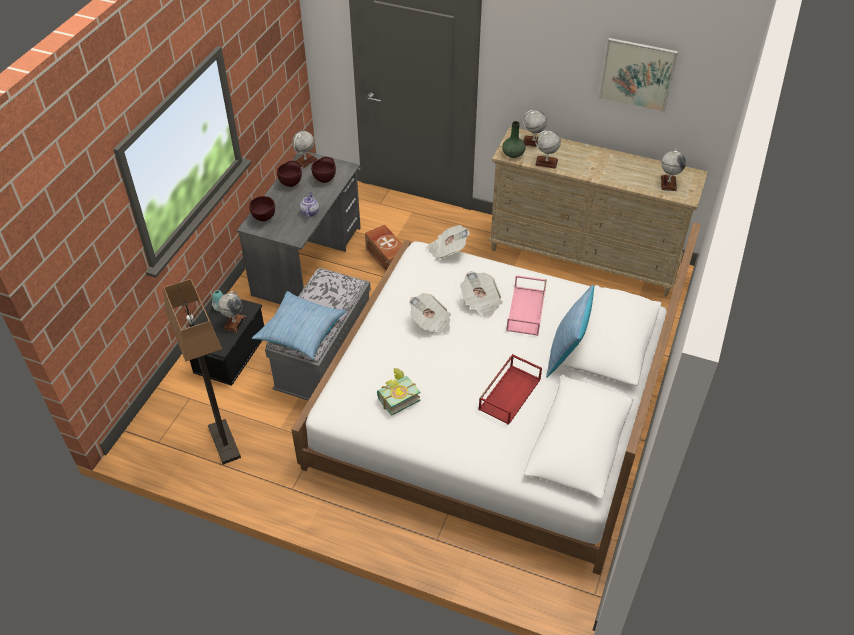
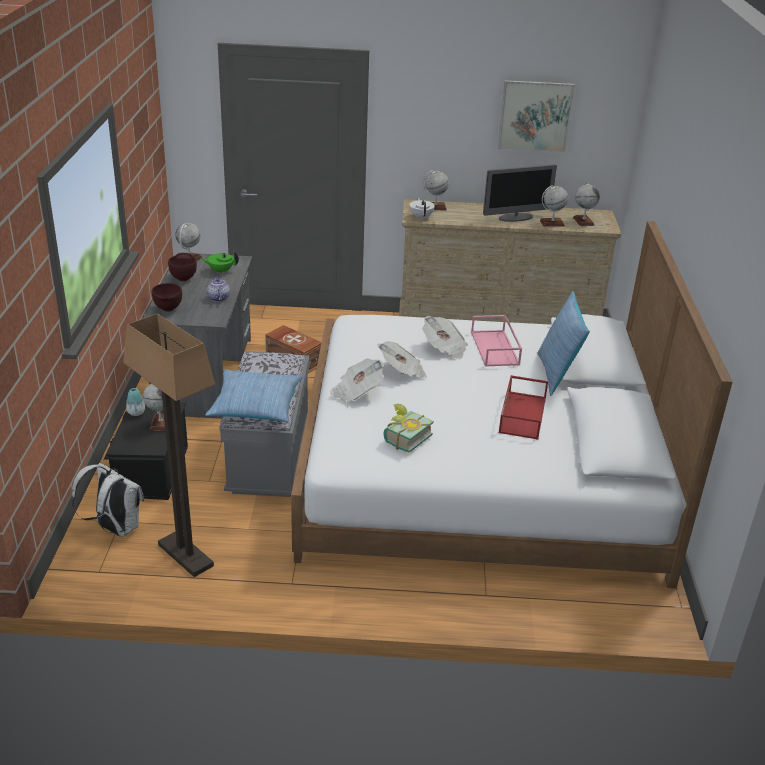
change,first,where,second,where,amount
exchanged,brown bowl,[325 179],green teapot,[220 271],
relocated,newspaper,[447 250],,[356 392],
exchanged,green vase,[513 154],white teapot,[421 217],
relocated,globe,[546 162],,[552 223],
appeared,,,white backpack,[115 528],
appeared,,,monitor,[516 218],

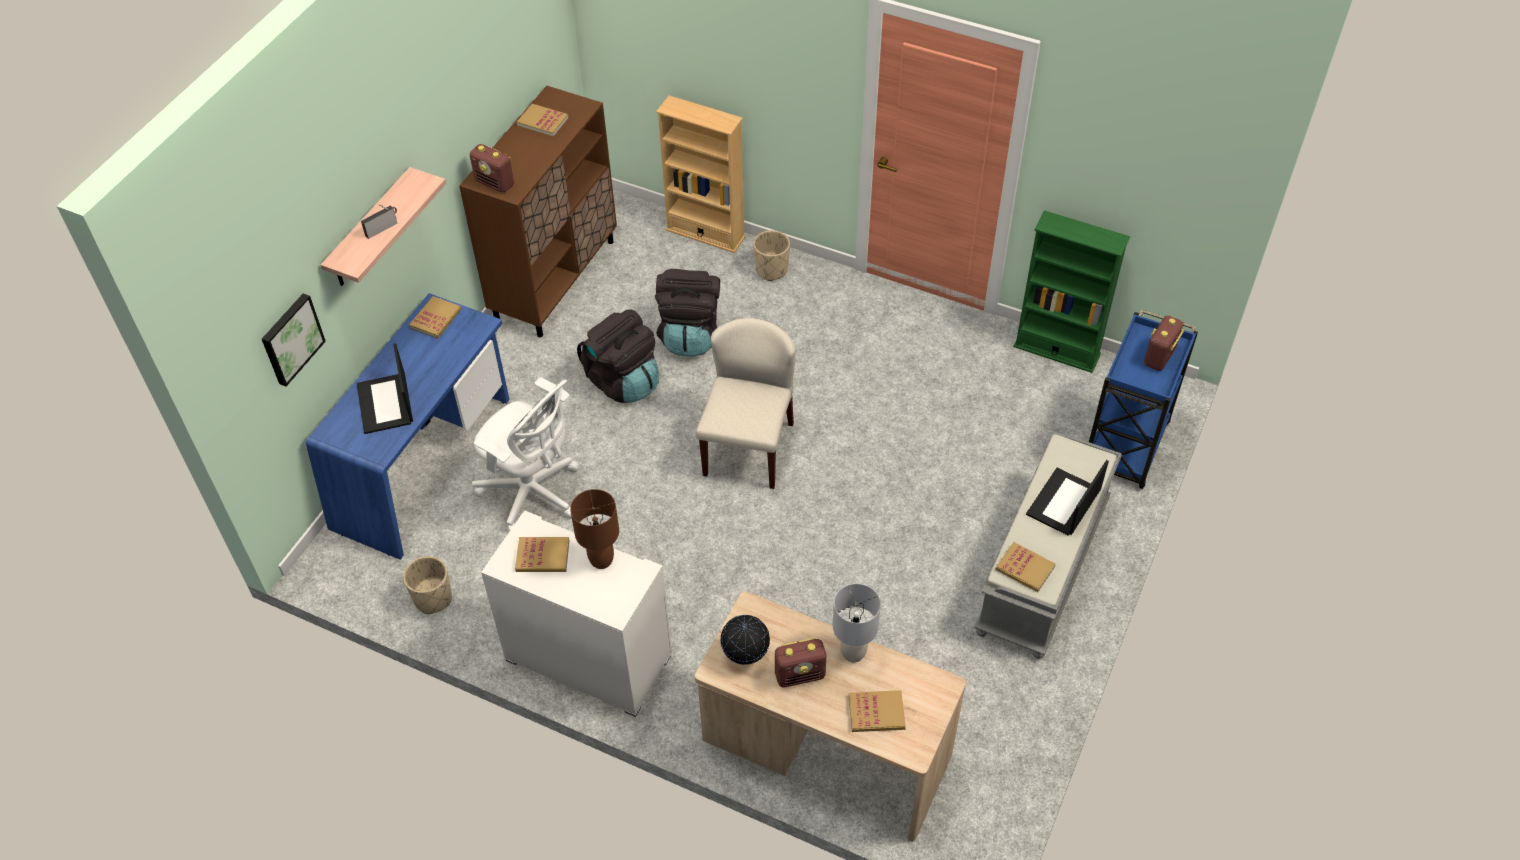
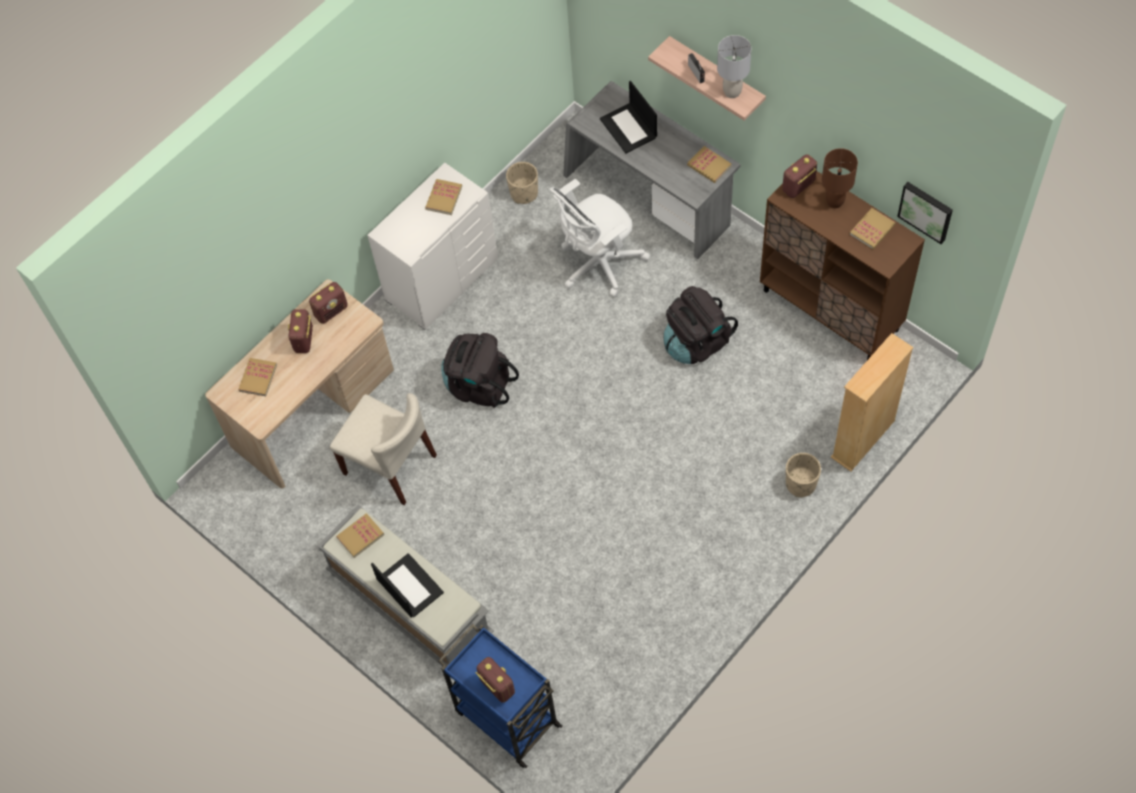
change,first,where,second,where,amount
relocated,picture,[291 338],,[926 211],
colour,blue desk,[426 464],grey desk,[649 199],
spun,laptop,[386 404],,[629 128],120 degrees counterclockwise
relocated,brown table lamp,[602 560],,[835 202],
relocated,black backpack,[690 334],,[478 385],
relocated,beige chair,[748 448],,[390 465],
exchanged,globe,[745 655],radio,[331 311],
relocated,grey table lamp,[853 653],,[732 92],
missing,green bookcase,[1057 350],,,

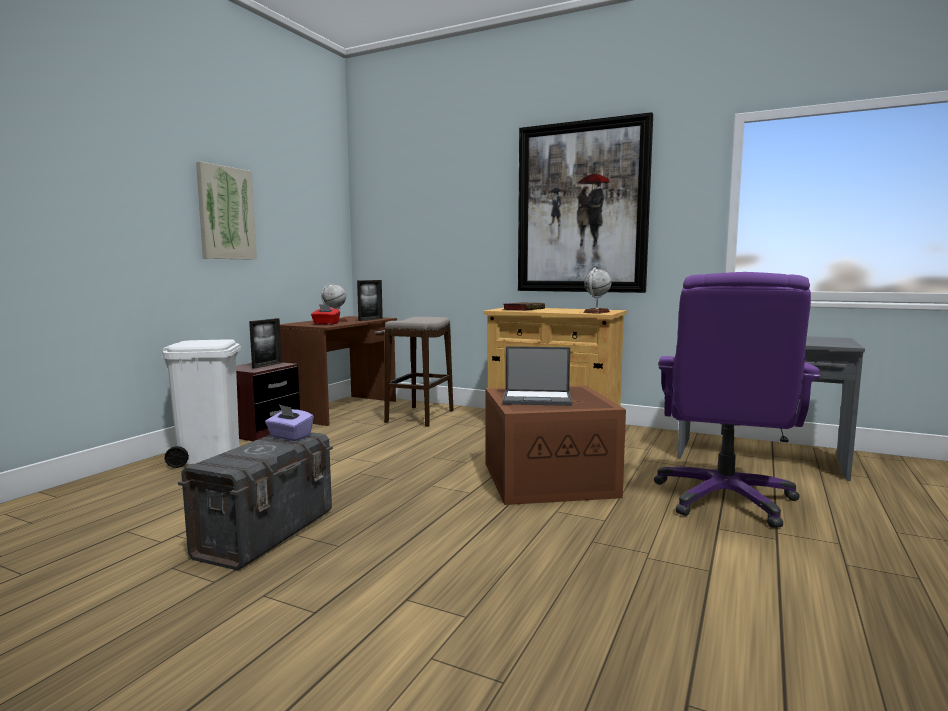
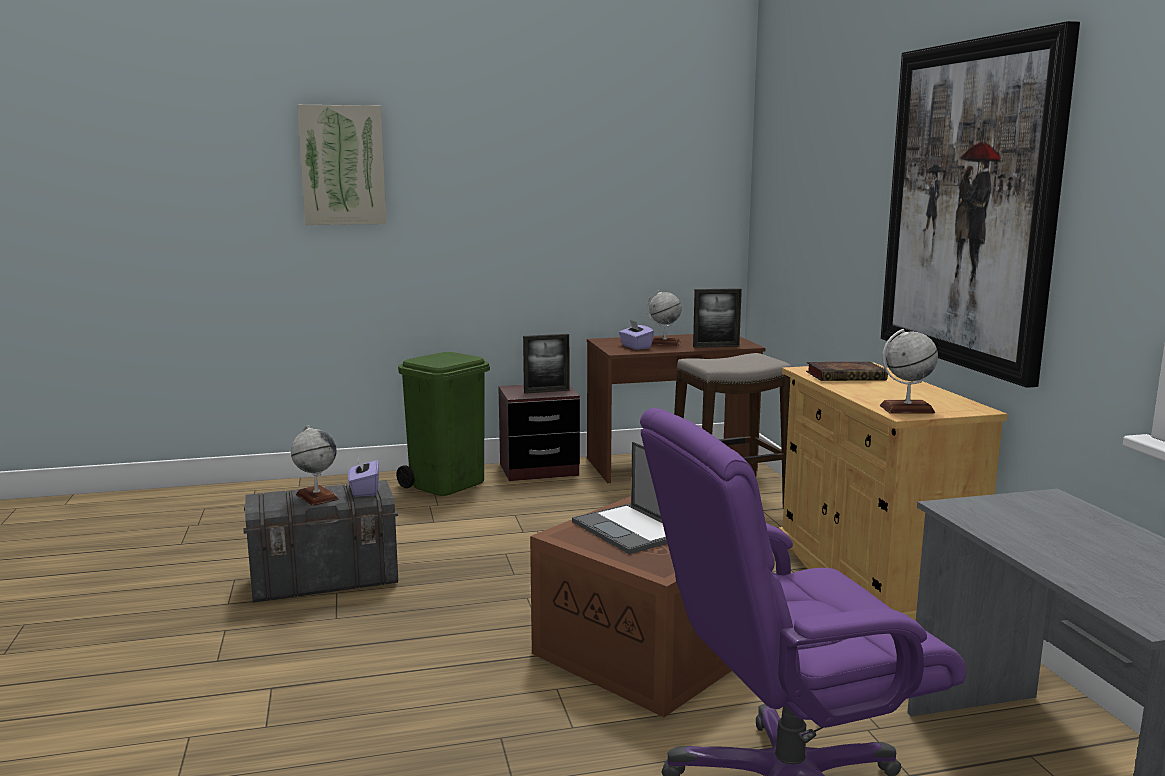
change,first,where,second,where,amount
colour,white trash can,[209 455],green trash can,[447 483],
relocated,picture,[226 213],,[342 165],
colour,red tissue box,[326 324],purple tissue box,[635 347],
appeared,,,globe,[316 497],

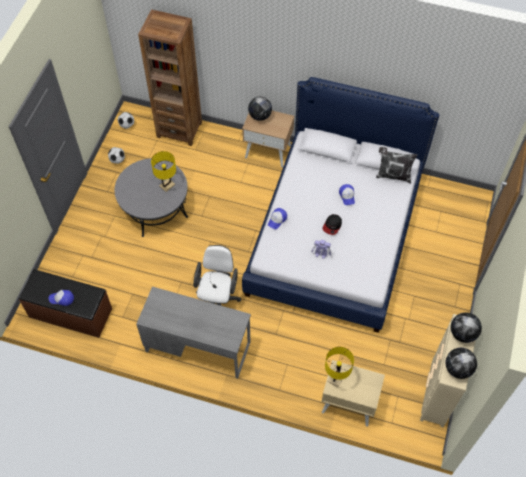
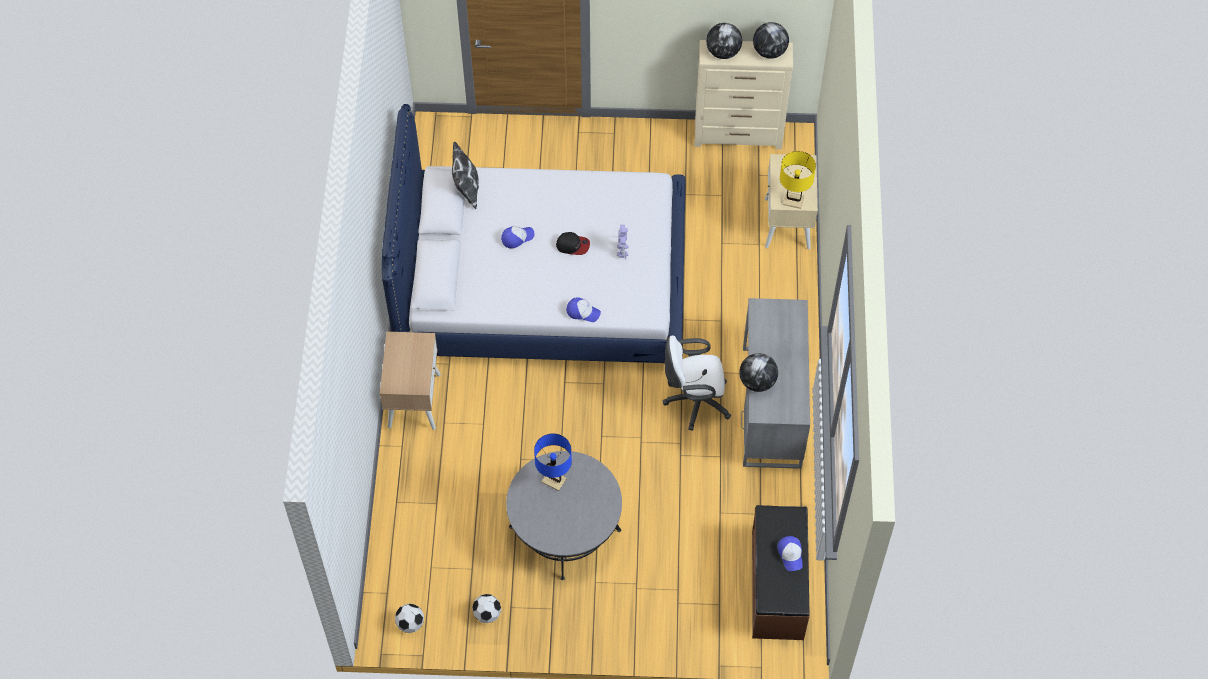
change,first,where,second,where,amount
missing,brown bookcase,[179 129],,,
colour,yellow table lamp,[167 185],blue table lamp,[554 480],
relocated,globe,[260 116],,[757 382],

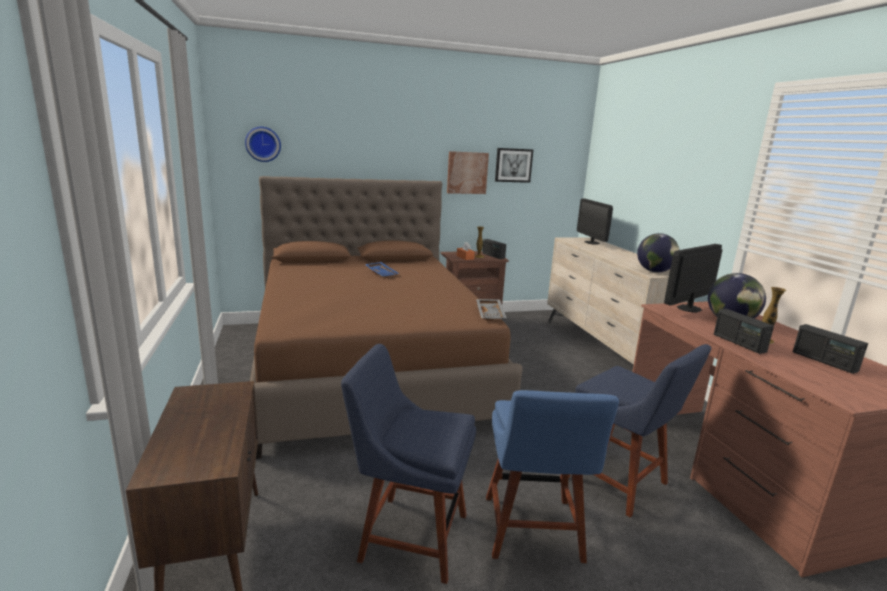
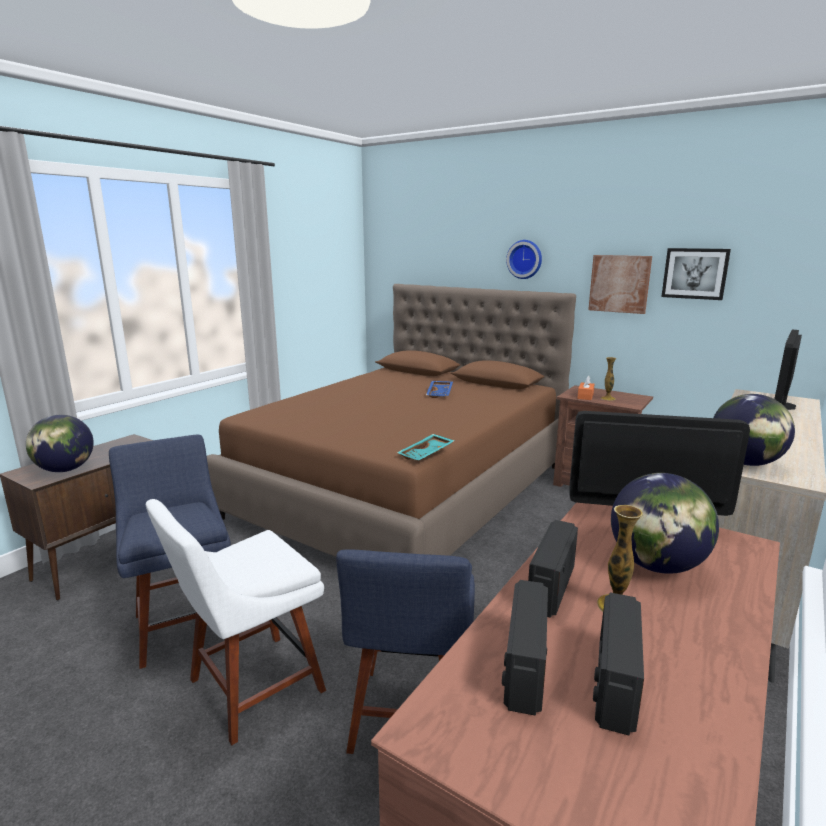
change,first,where,second,where,amount
relocated,wall clock,[263 144],,[525 259],
colour,grey tray,[491 314],turquoise tray,[426 454],
relocated,radio,[493 256],,[524 667],
colour,blue chair,[533 532],white chair,[250 688],
appeared,,,globe,[65 470],

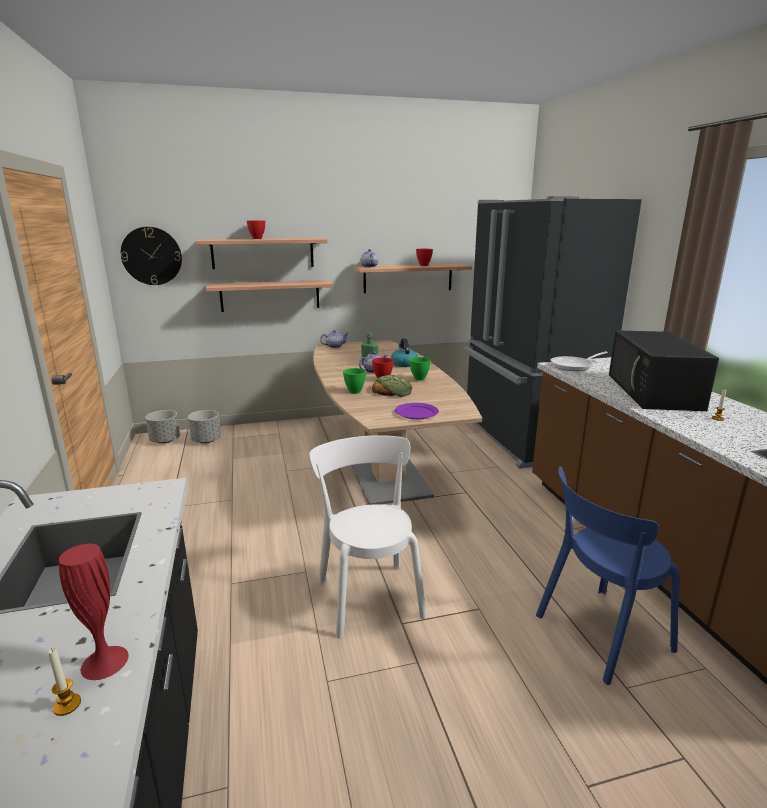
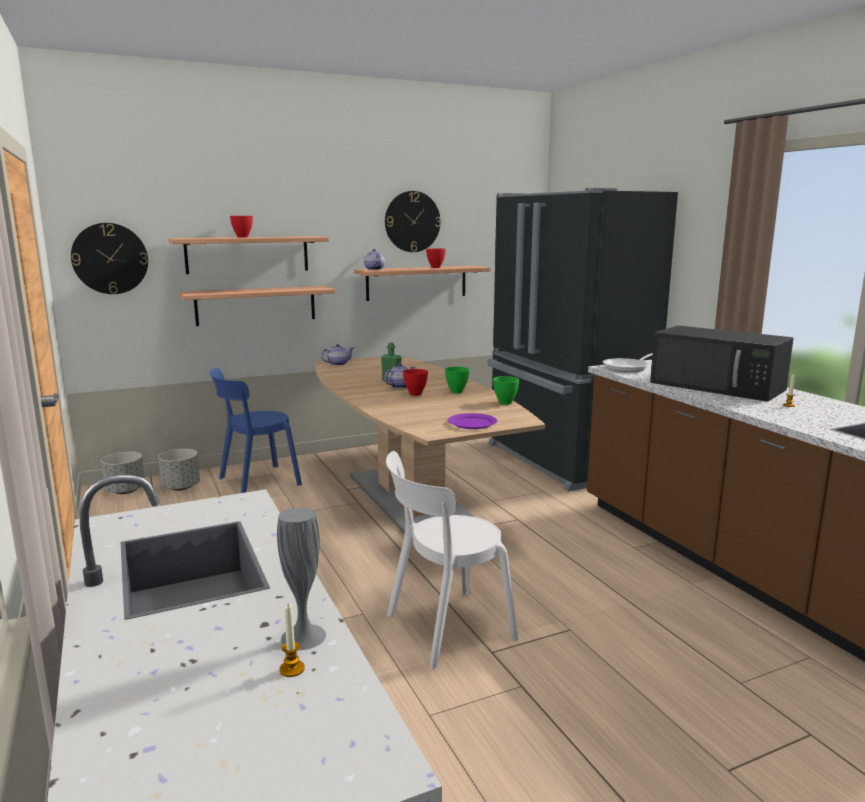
change,first,where,second,where,amount
colour,red vase,[104 662],grey vase,[303 636],
spun,white chair,[369 594],,[444 628],90 degrees counterclockwise
relocated,green bowl,[355 392],,[505 403],
missing,bread,[392 390],,,
missing,kettle,[404 364],,,
relocated,blue chair,[598 634],,[255 482],
spun,black microwave,[654 391],,[719 386],45 degrees counterclockwise
appeared,,,wall clock,[412 221],

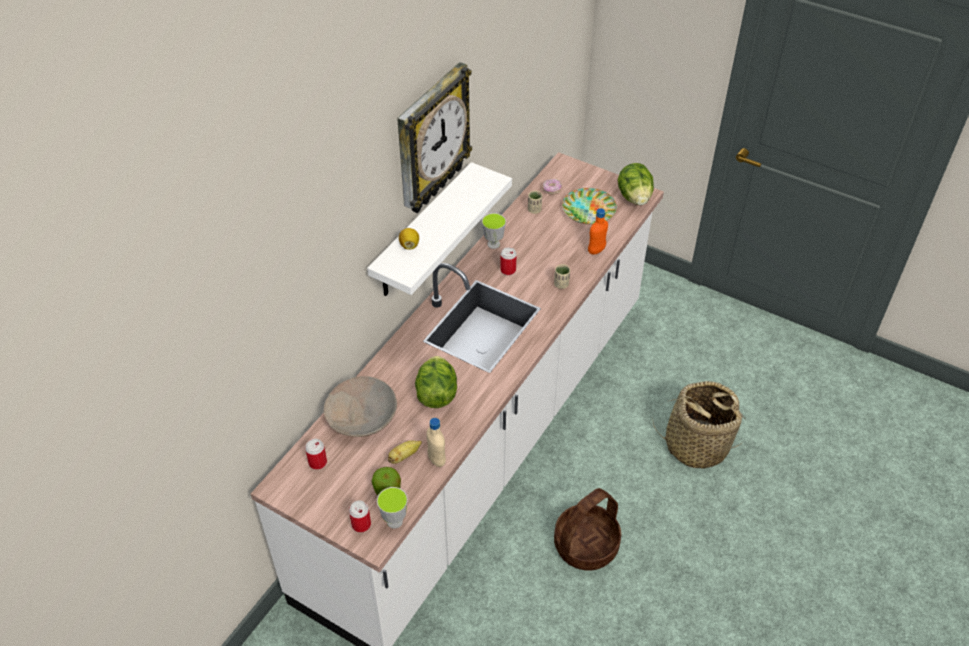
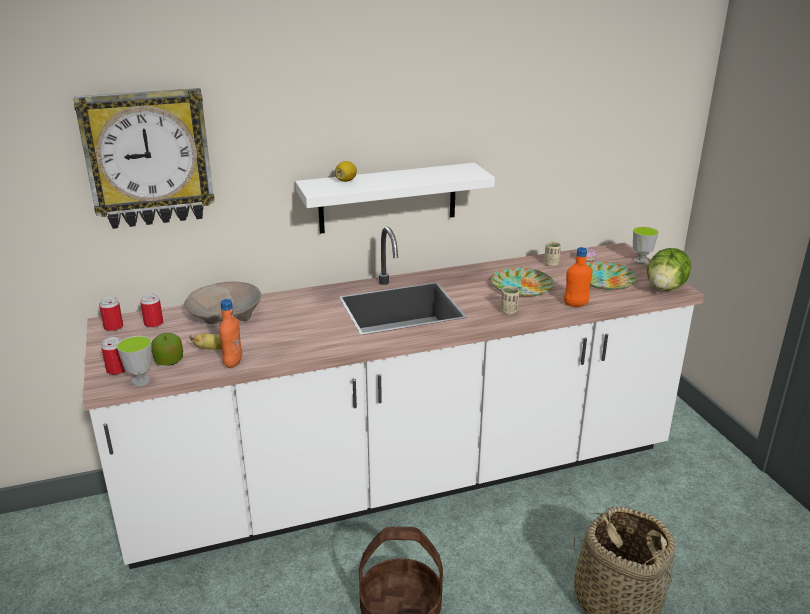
change,first,where,second,where,amount
relocated,wall clock,[431 140],,[148 158],
missing,lettuce,[436 394],,,
colour,beige bottle,[436 459],orange bottle,[233 363],
relocated,cup,[493 244],,[641 261],
relocated,can,[508 270],,[113 327],
appeared,,,plate,[521 287],

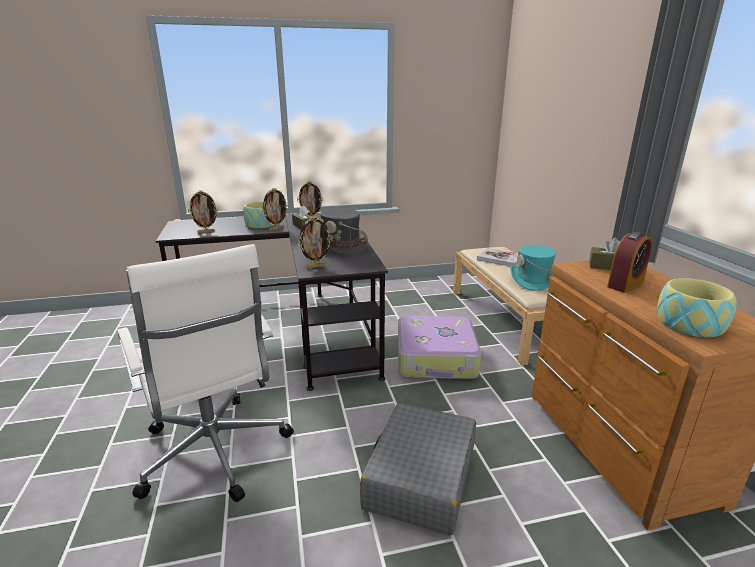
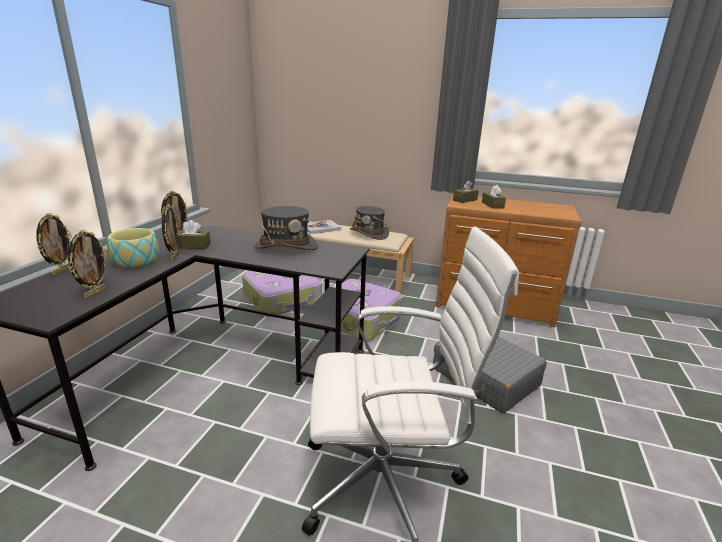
change,first,where,second,where,amount
relocated,picture frame,[316 266],,[61 271],
colour,turquoise hat,[533 280],grey hat,[369 233],
exchanged,alarm clock,[625 284],brown tissue box,[492 205],
missing,bowl,[690 323],,,
appeared,,,suitcase,[283 299],

